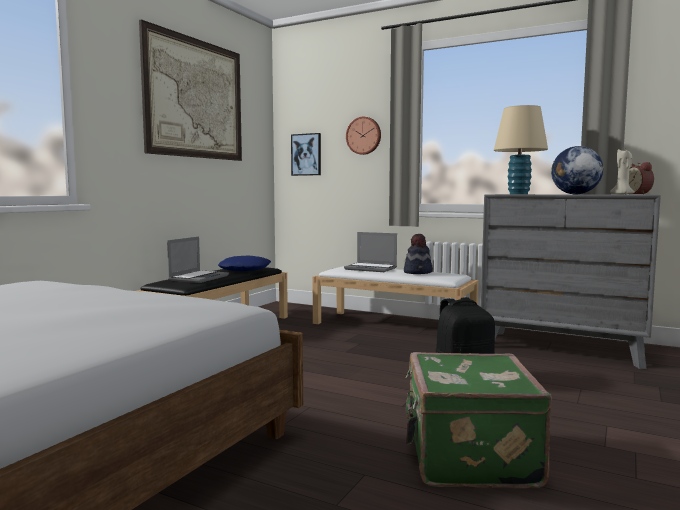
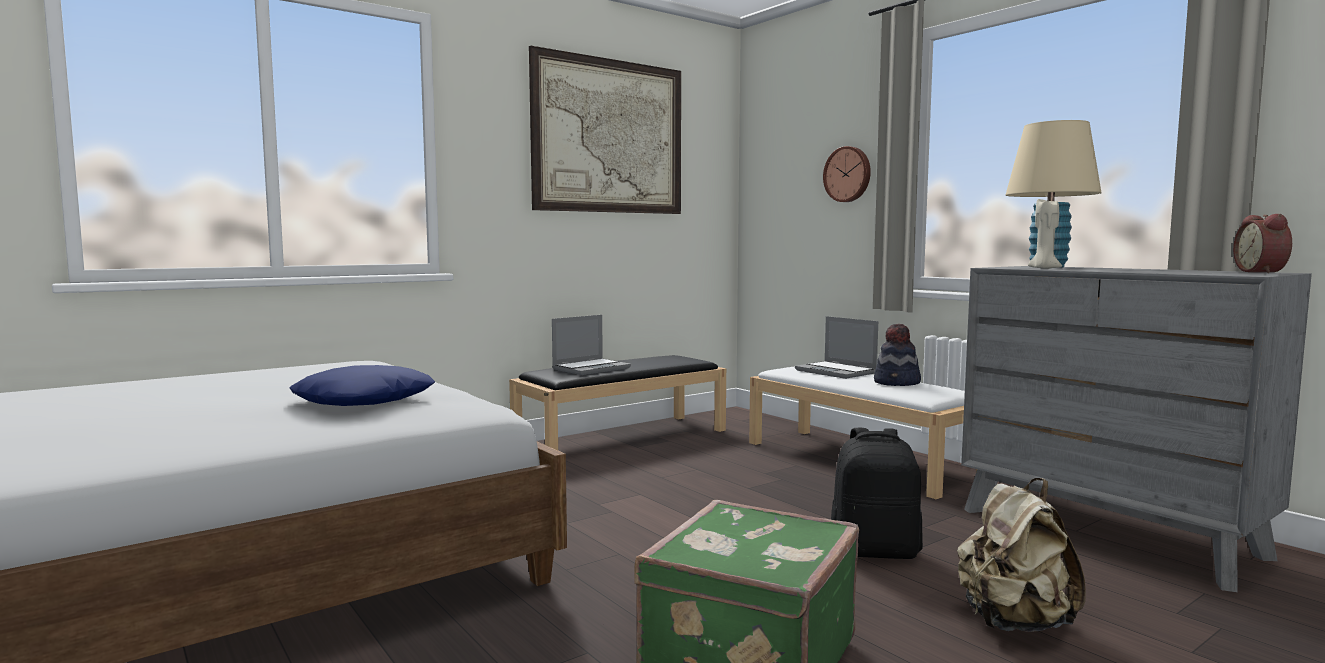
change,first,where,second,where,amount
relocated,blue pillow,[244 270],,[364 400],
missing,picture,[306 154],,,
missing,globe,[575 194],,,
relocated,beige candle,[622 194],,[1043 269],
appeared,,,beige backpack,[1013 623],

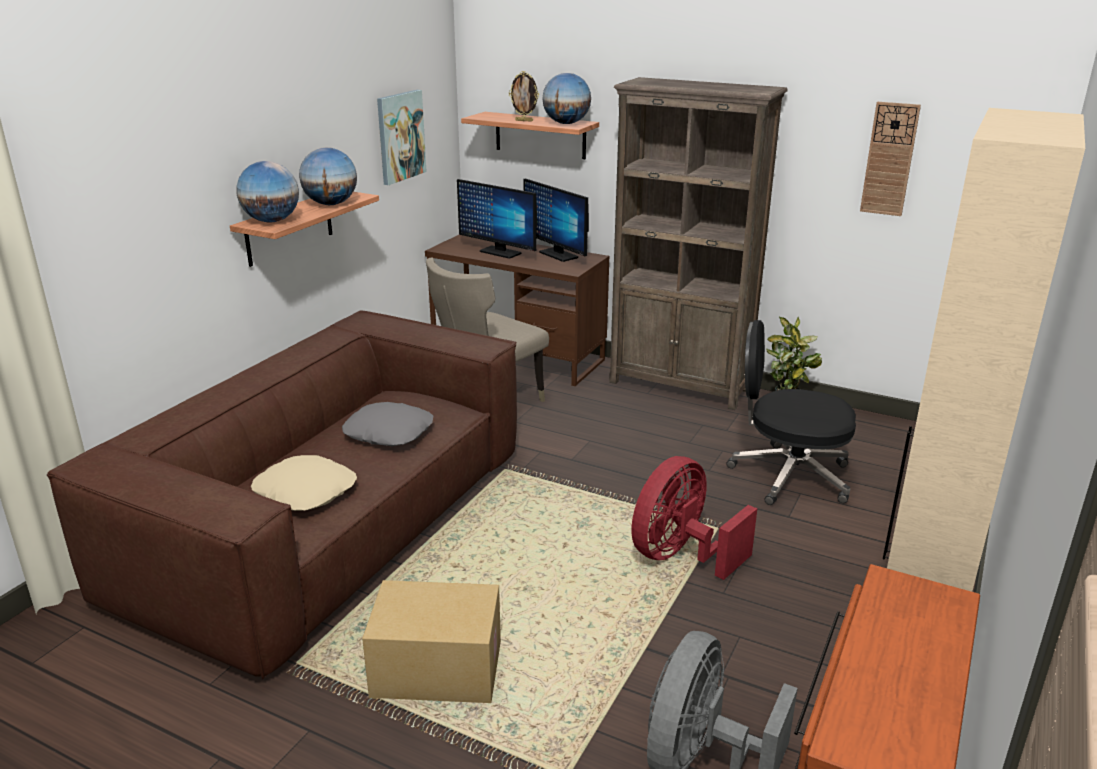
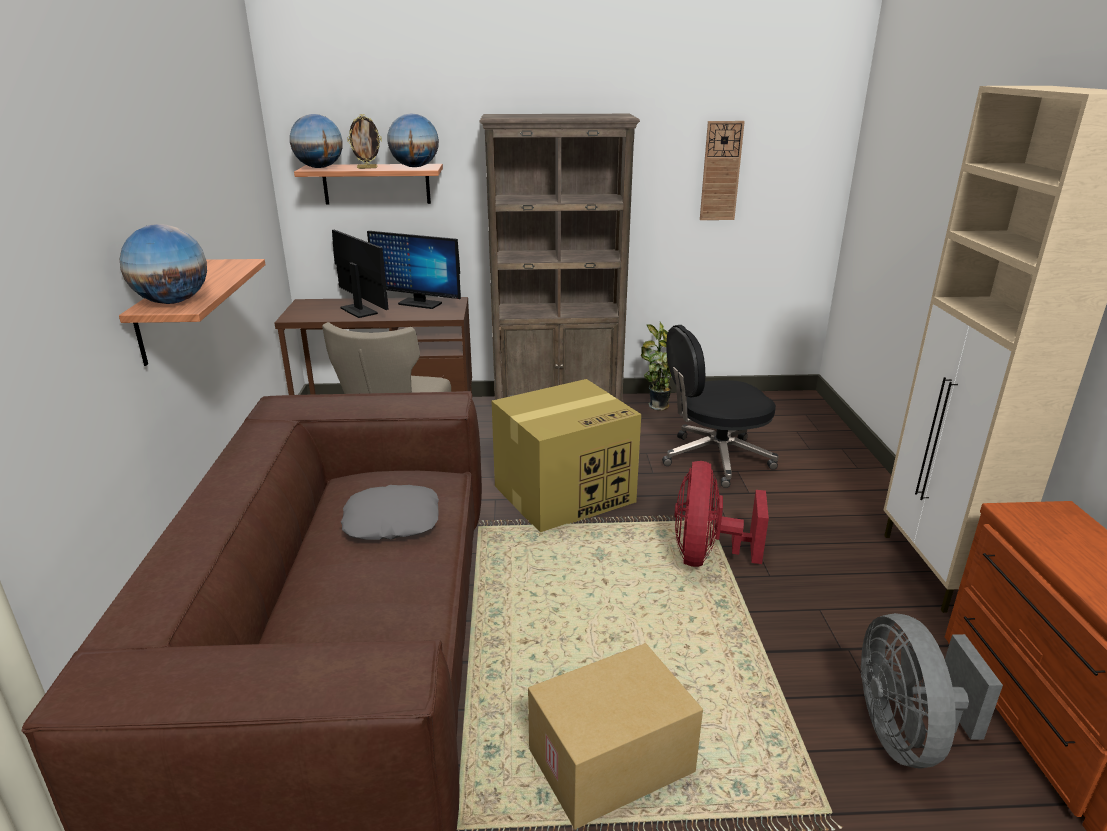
change,first,where,second,where,amount
missing,beige pillow,[306 491],,,
relocated,globe,[331 204],,[319 167],
missing,picture,[400 136],,,
spun,monitor,[500 252],,[359 311],135 degrees counterclockwise
appeared,,,cardboard box,[565 493],

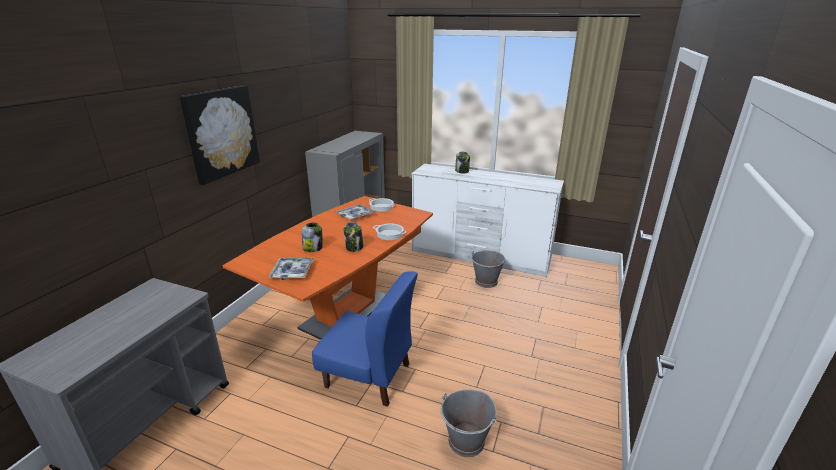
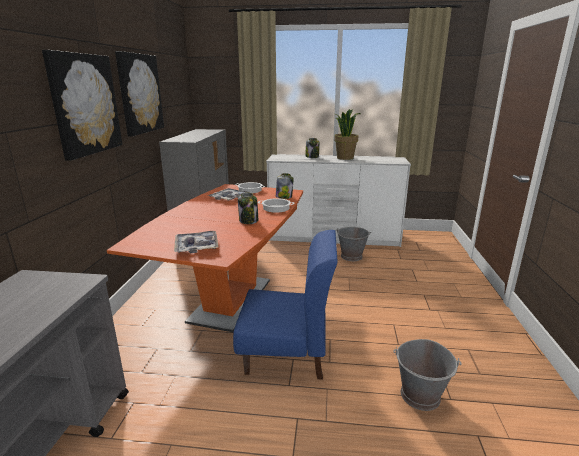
change,first,where,second,where,amount
relocated,jar,[313 248],,[284 197],
appeared,,,picture,[140 94],
appeared,,,potted plant,[345 158],

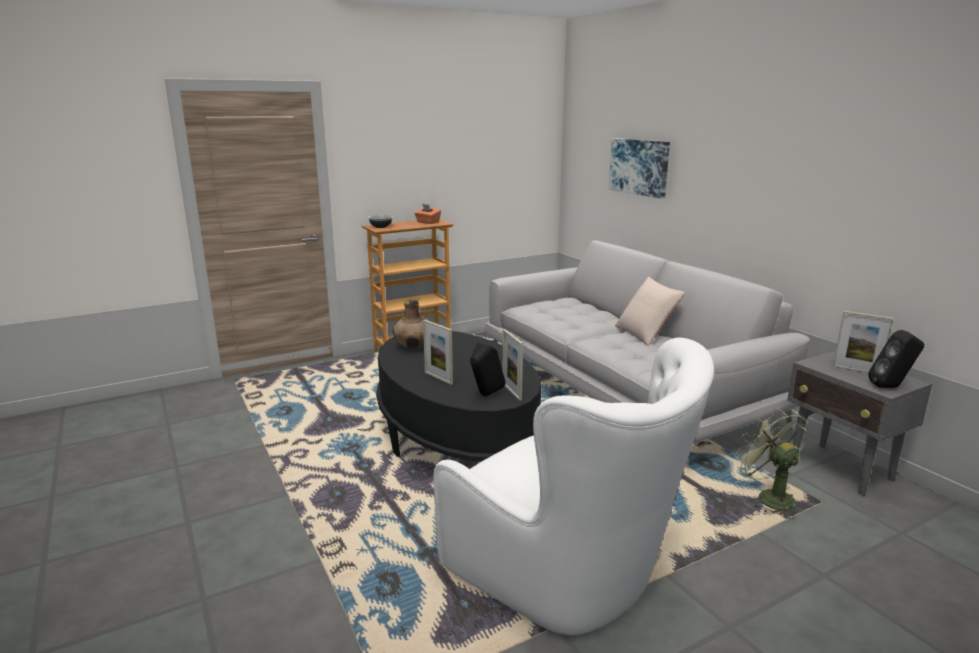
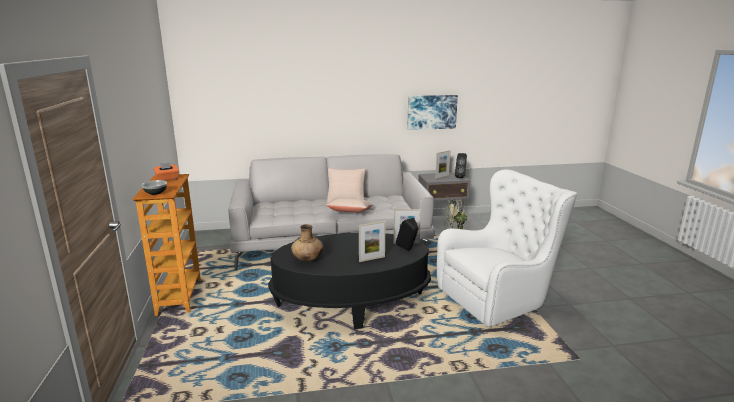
change,first,where,second,where,amount
relocated,picture,[639 167],,[431 112],
appeared,,,beige pillow,[350 213],

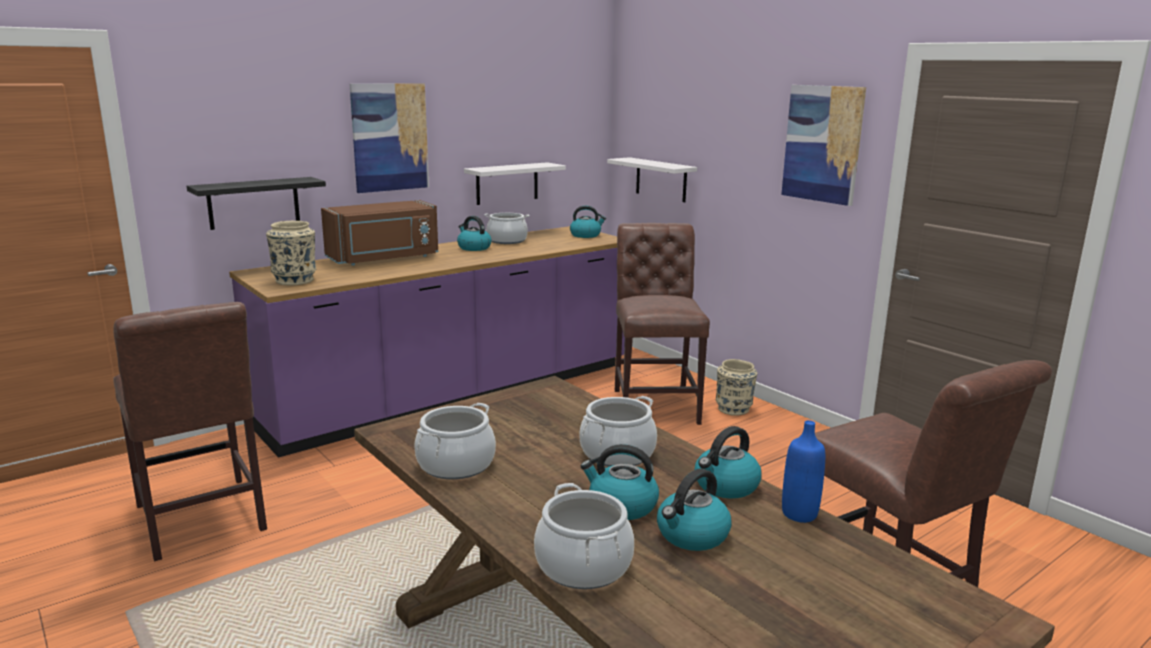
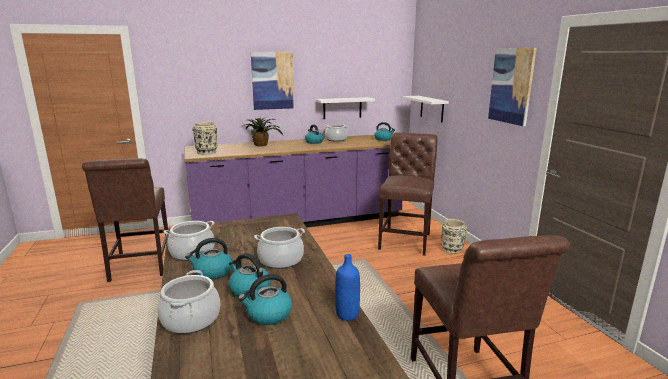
change,first,where,second,where,amount
missing,black shelf,[254 203],,,
exchanged,brown microwave,[384 259],potted plant,[262 145],
relocated,kettle,[725 486],,[212 272],

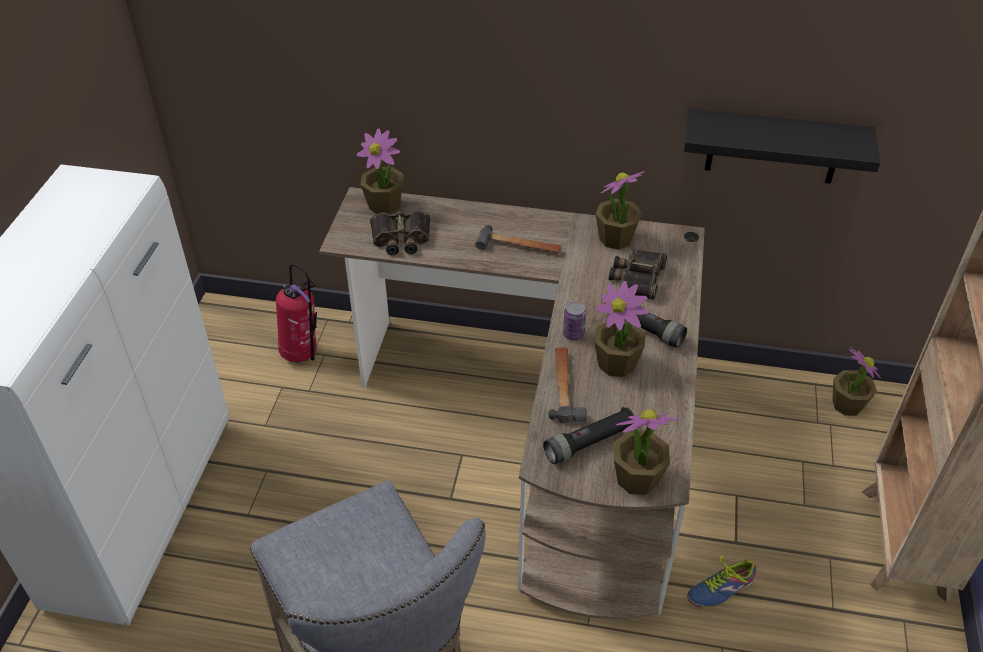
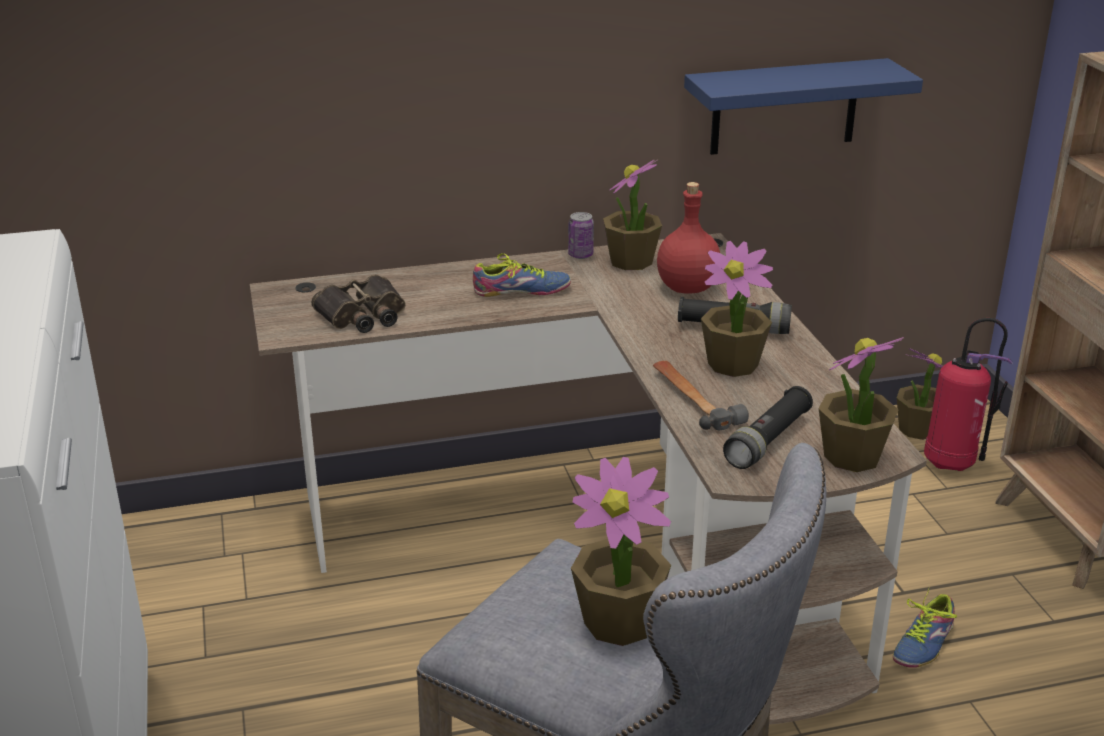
change,first,where,second,where,amount
relocated,fire extinguisher,[303 354],,[952 463],
relocated,potted plant,[385 205],,[620 622],
exchanged,hammer,[519 247],shoe,[522 292],
relocated,can,[573 334],,[580 255],
exchanged,binoculars,[637 277],red bottle,[686 288],
colour,black shelf,[773 147],blue shelf,[784 107],

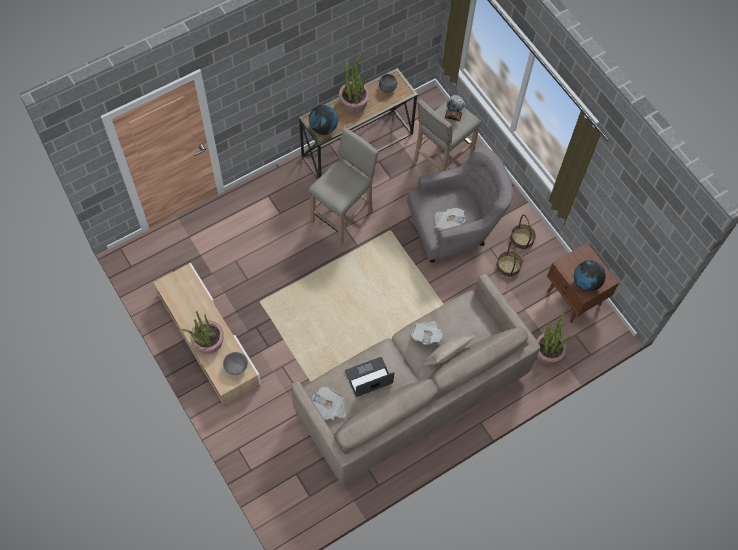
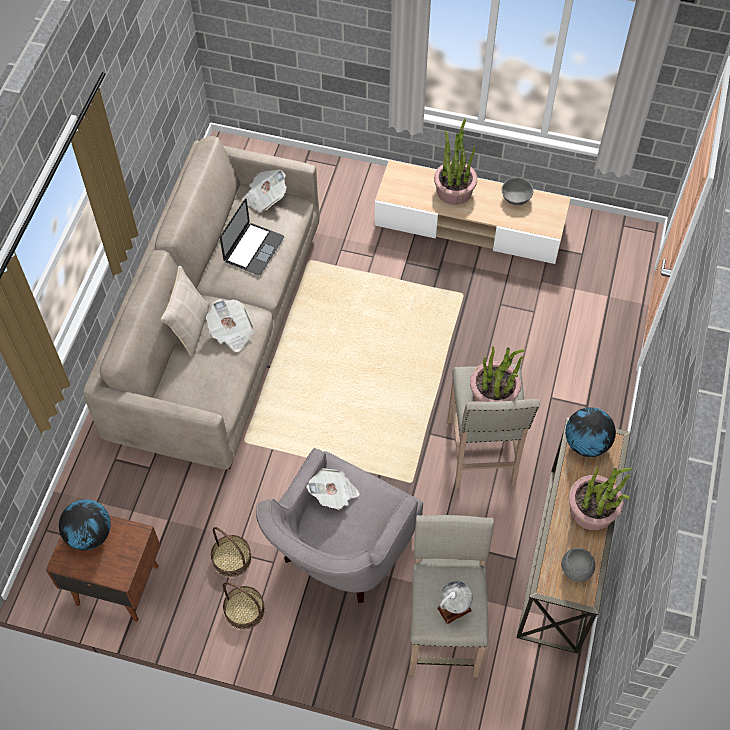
change,first,where,second,where,amount
relocated,grey bowl,[236 366],,[516 198],
relocated,potted plant,[548 351],,[494 395],

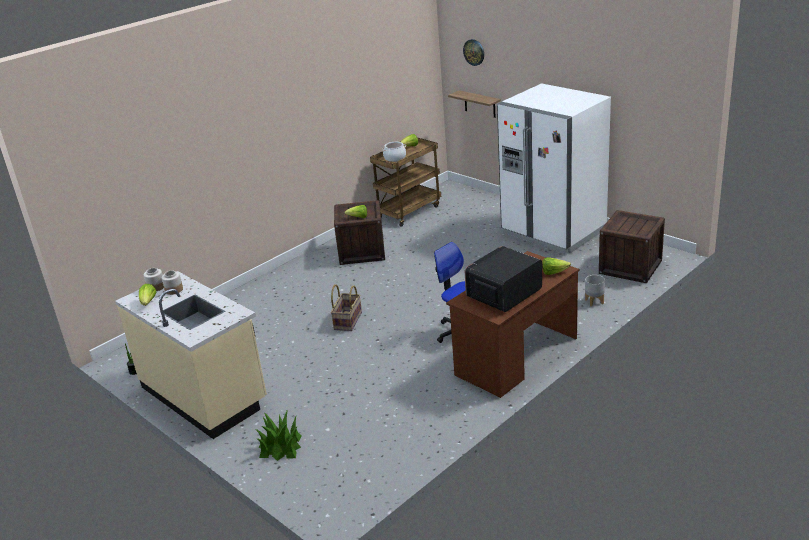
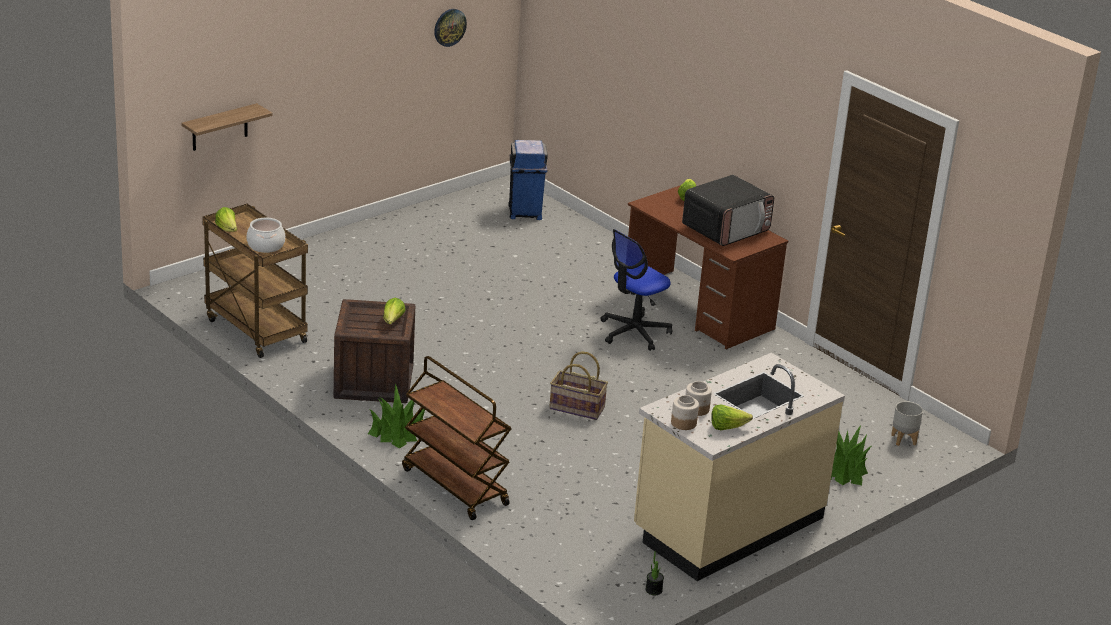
change,first,where,second,where,amount
relocated,wall clock,[474 52],,[449 27],
spun,microwave,[503 294],,[726 229],90 degrees counterclockwise
missing,white fridge,[553 232],,,
relocated,grey planter,[594 302],,[904 439],
exchanged,crate,[630 267],blue trash can,[525 213],
appeared,,,potted plant,[397 432],
appeared,,,brown cart,[453 486],

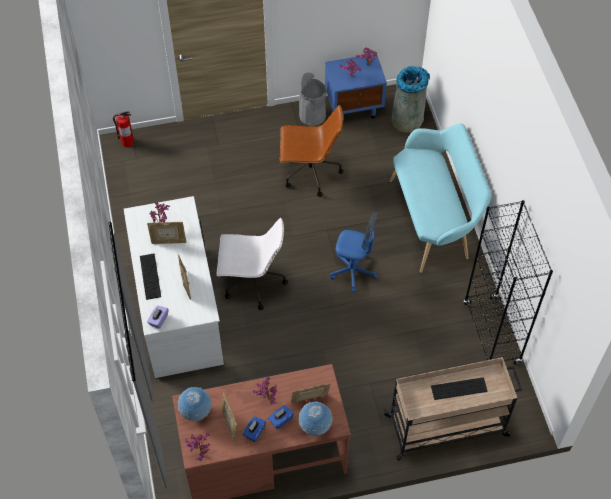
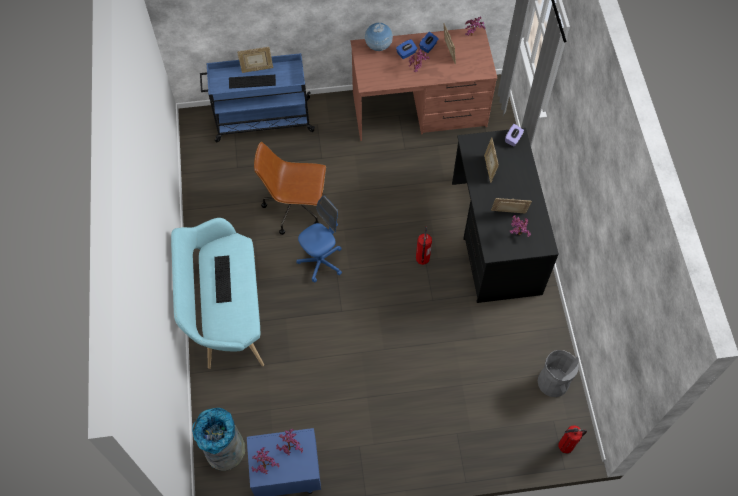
change,first,where,second,where,amount
colour,white desk,[178 309],black desk,[495 237],
relocated,keyboard,[150 276],,[222 279],
missing,globe,[196 412],,,
exchanged,white office chair,[252 282],fire extinguisher,[422 258],
relocated,brown office chair,[310 173],,[295 208],
relocated,picture frame,[310 400],,[257 69],
relocated,grey trash can,[312 115],,[553 382],
spun,blue office chair,[353 272],,[321 262],120 degrees clockwise
colour,beige cart,[448 425],blue cart,[262 120],
missing,black bookcase,[491 333],,,

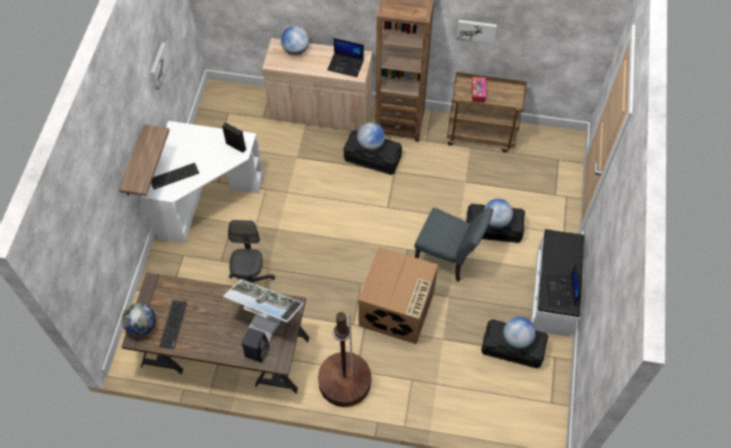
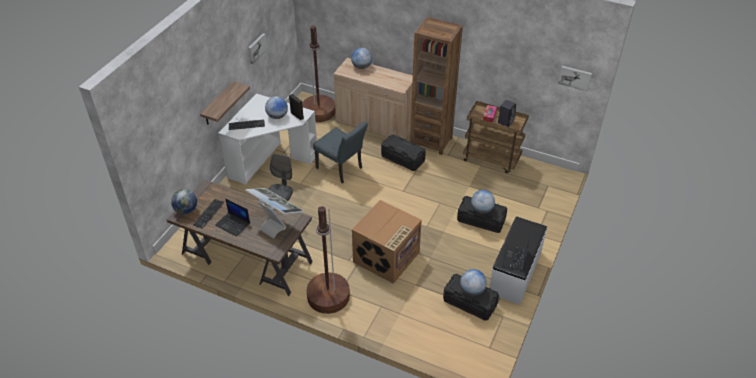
change,first,where,second,where,amount
relocated,black speaker,[257 350],,[506 121],
relocated,laptop,[346 65],,[233 224],
relocated,globe,[370 144],,[277 116],
relocated,grey chair,[448 258],,[342 169],
relocated,picture,[476 30],,[575 77],
appeared,,,brown floor lamp,[319 112],

